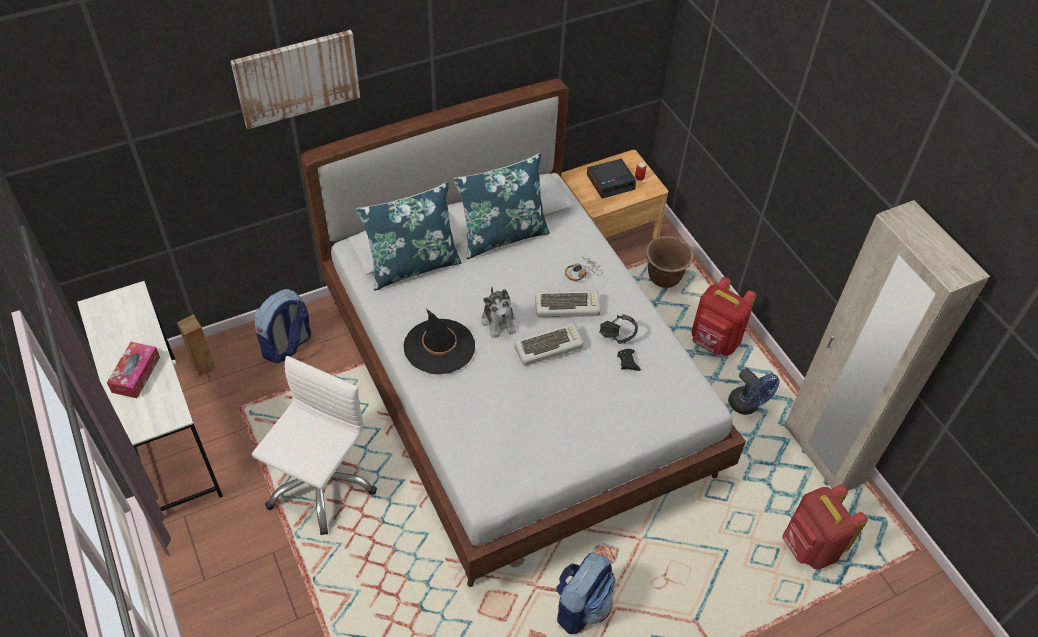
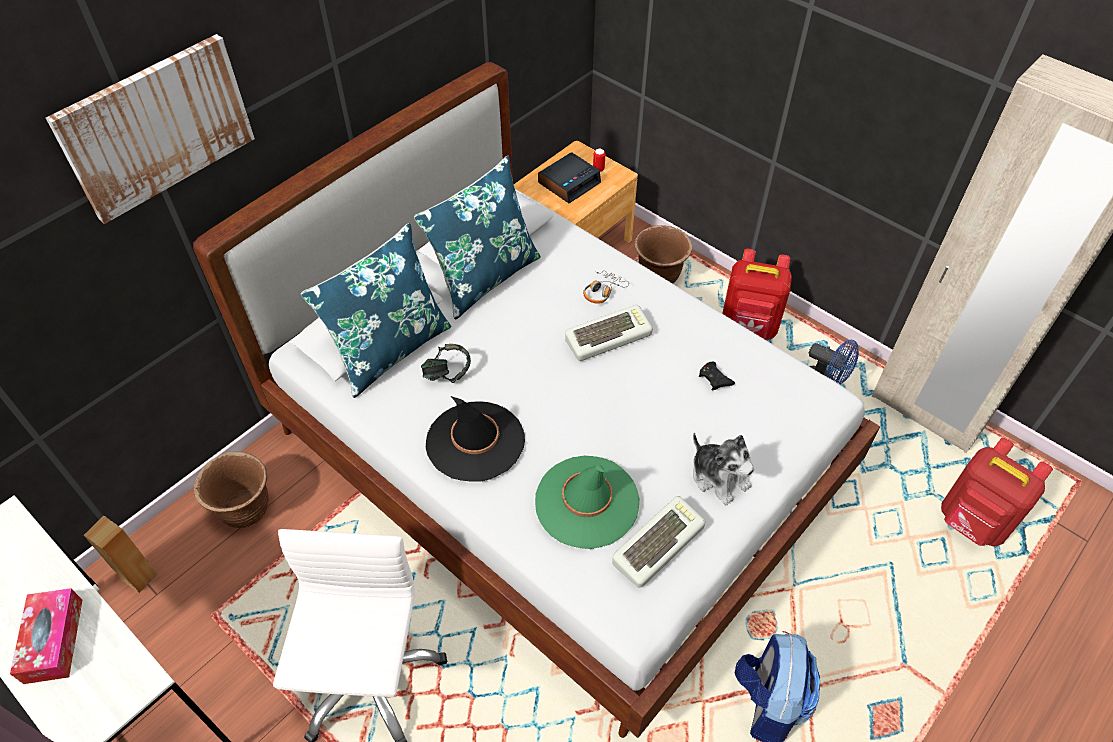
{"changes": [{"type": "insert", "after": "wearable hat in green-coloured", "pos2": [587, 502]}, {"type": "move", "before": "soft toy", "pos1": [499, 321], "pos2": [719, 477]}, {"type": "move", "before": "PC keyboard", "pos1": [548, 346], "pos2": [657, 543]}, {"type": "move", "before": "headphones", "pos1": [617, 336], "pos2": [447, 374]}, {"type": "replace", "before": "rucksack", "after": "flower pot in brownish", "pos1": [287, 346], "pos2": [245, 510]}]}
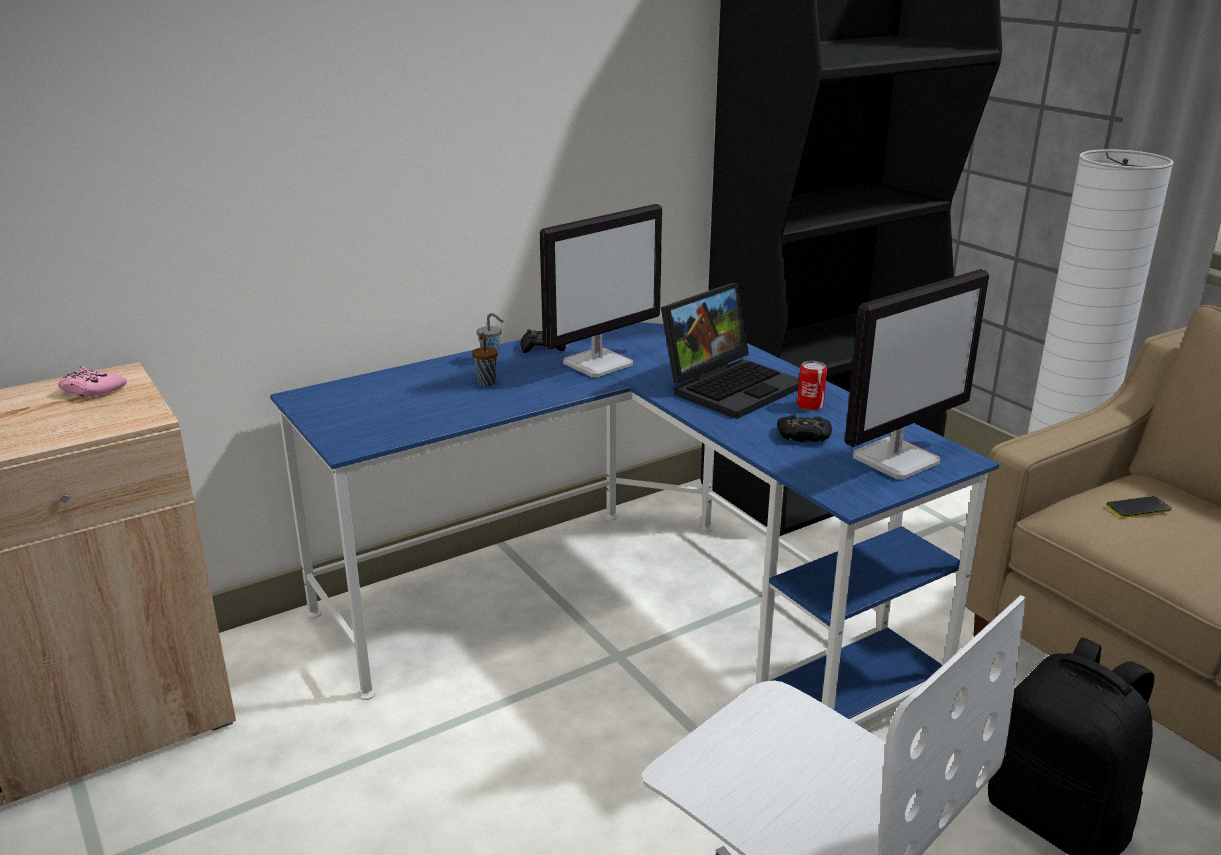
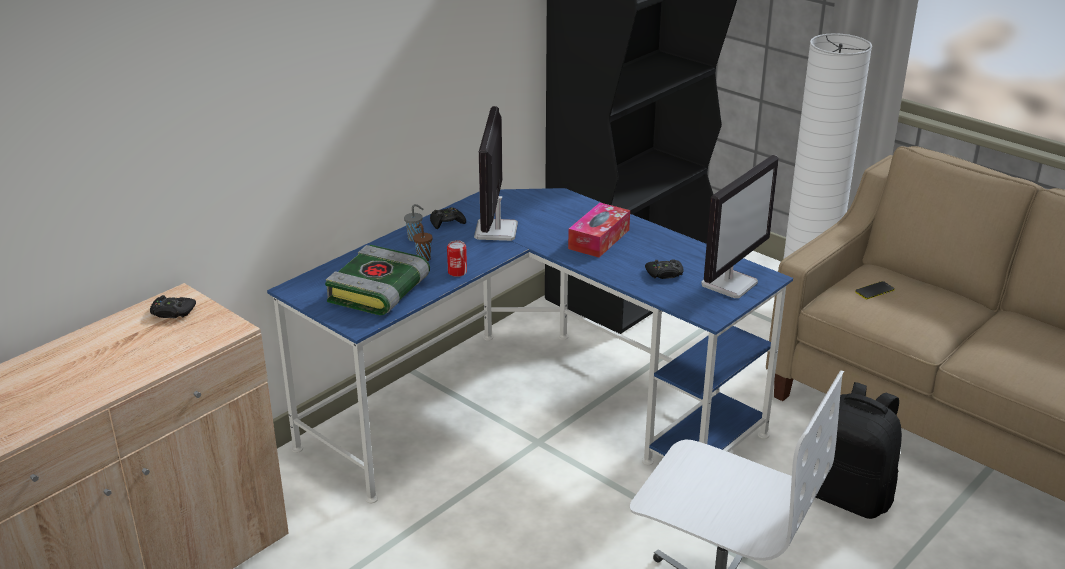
{"changes": [{"type": "insert", "after": "book", "pos2": [379, 292]}, {"type": "move", "before": "can", "pos1": [810, 405], "pos2": [457, 272]}, {"type": "replace", "before": "laptop", "after": "tissue holder", "pos1": [731, 386], "pos2": [599, 239]}, {"type": "recolor", "before": "joypad in pink-coloured", "after": "joypad in blackish", "pos1": [92, 390], "pos2": [172, 312]}, {"type": "rotate", "before": "computer display", "pos1": [599, 363], "pos2": [496, 231], "turn": 150}]}
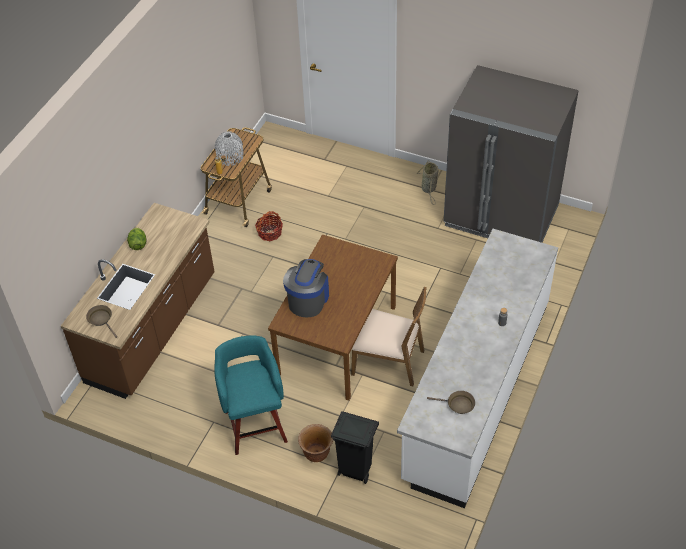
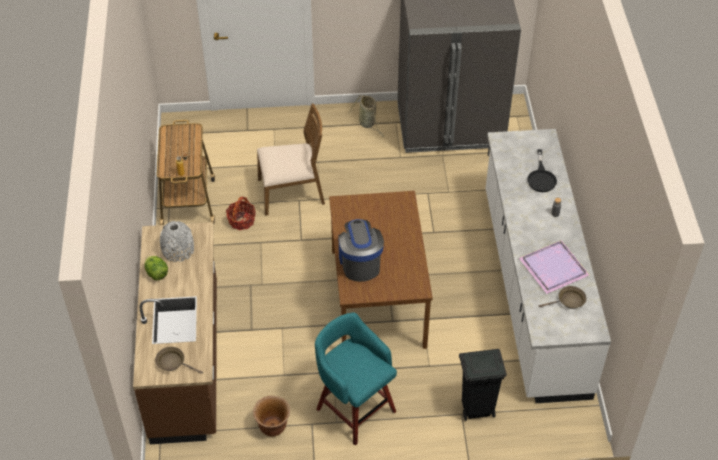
{"changes": [{"type": "insert", "after": "carrying tray in purple-coloured", "pos2": [555, 268]}, {"type": "insert", "after": "frying pan in blackish", "pos2": [541, 178]}, {"type": "move", "before": "vase in greyish", "pos1": [230, 157], "pos2": [178, 250]}, {"type": "move", "before": "flower pot in brownish", "pos1": [316, 453], "pos2": [273, 427]}, {"type": "move", "before": "upright chair in brownish", "pos1": [389, 361], "pos2": [292, 192]}]}
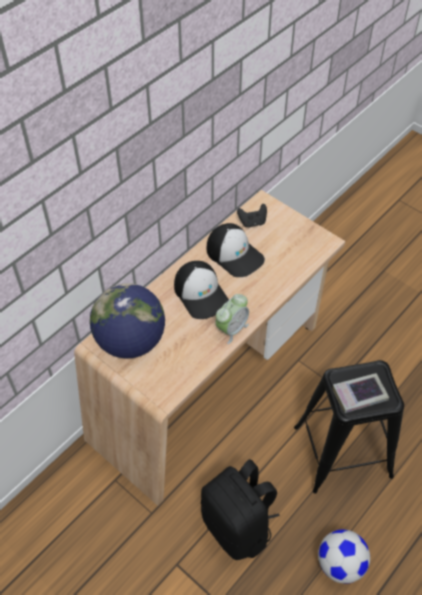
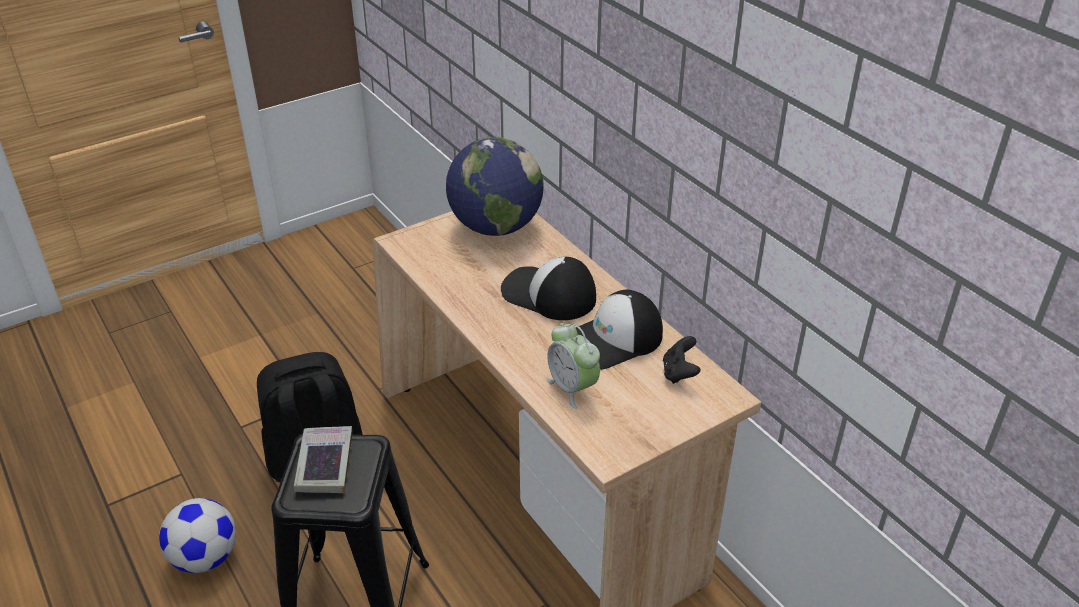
{"changes": [{"type": "move", "before": "bedside clock", "pos1": [231, 329], "pos2": [572, 388]}, {"type": "rotate", "before": "cap", "pos1": [201, 294], "pos2": [548, 294], "turn": 45}]}
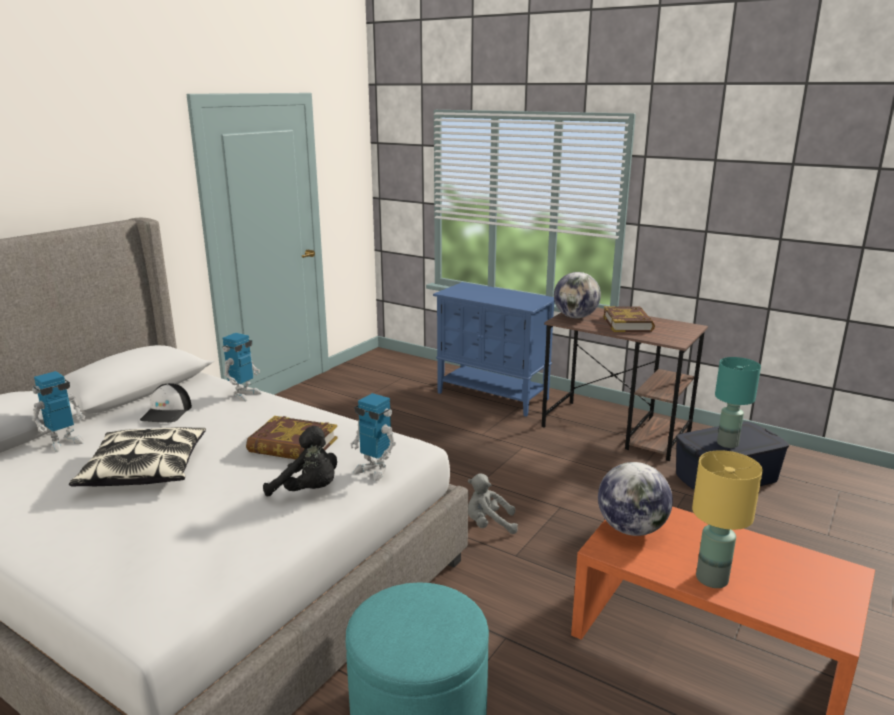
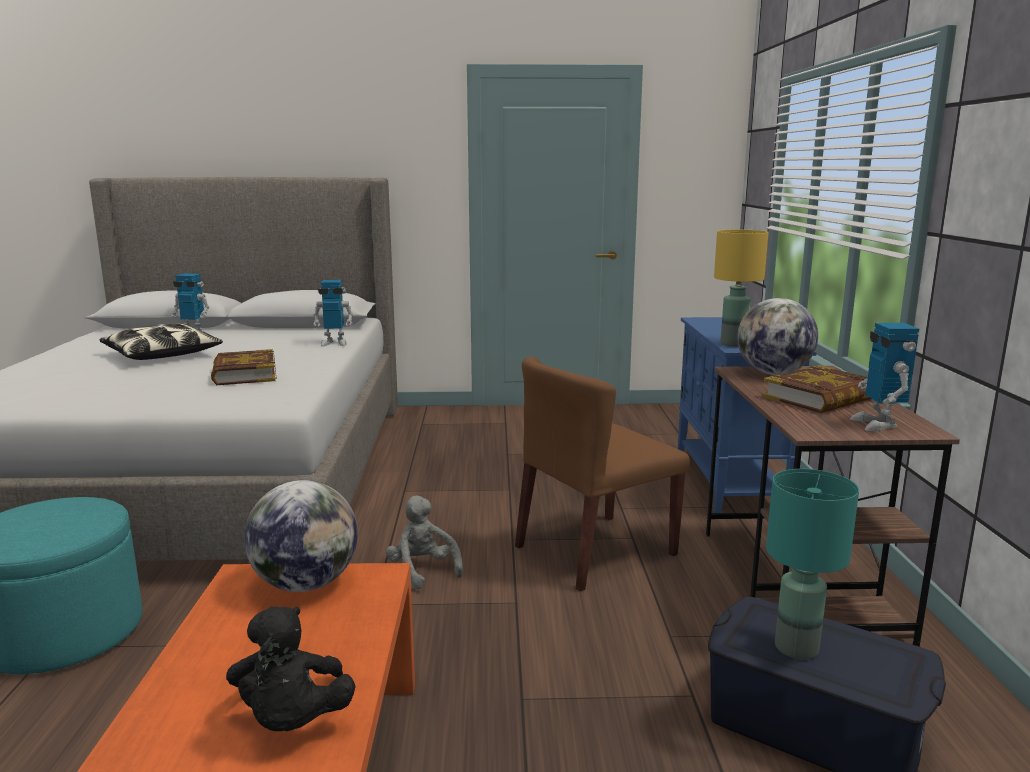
{"changes": [{"type": "delete", "before": "cap", "pos1": [167, 412]}, {"type": "insert", "after": "upright chair in brownish", "pos2": [594, 551]}, {"type": "move", "before": "soft toy in blackish", "pos1": [308, 491], "pos2": [292, 721]}, {"type": "move", "before": "toy robot", "pos1": [374, 470], "pos2": [878, 424]}, {"type": "move", "before": "tabletop lamp in yellowish", "pos1": [712, 578], "pos2": [734, 344]}]}
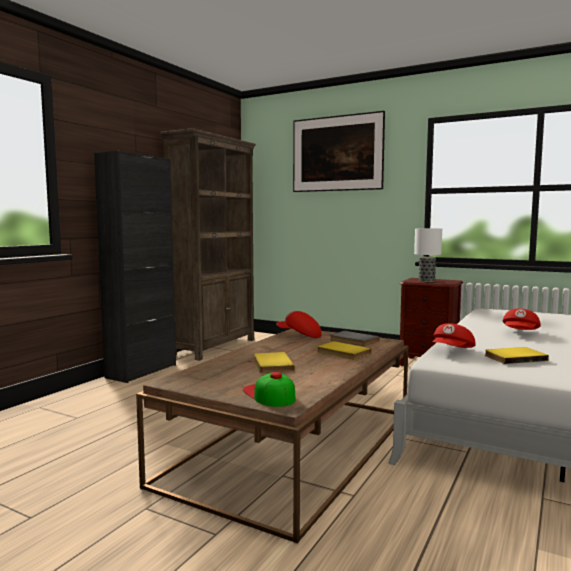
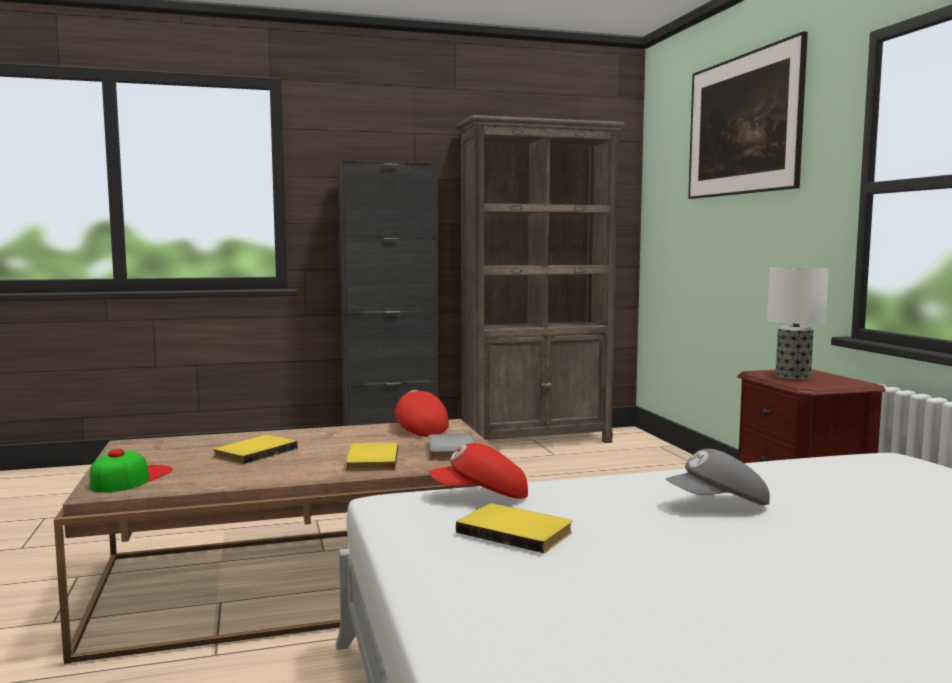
{"changes": [{"type": "recolor", "before": "cap in red-coloured", "after": "cap in greyish", "pos1": [521, 333], "pos2": [718, 505]}]}
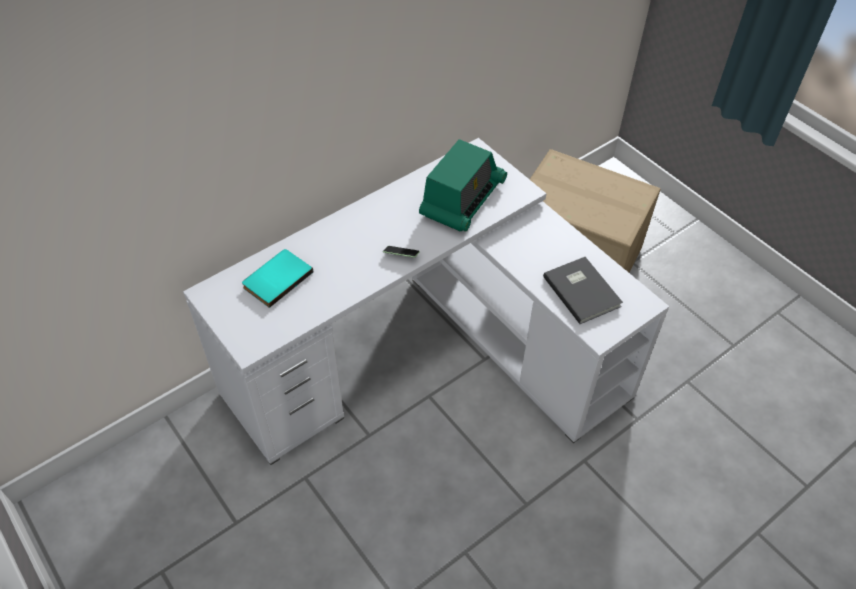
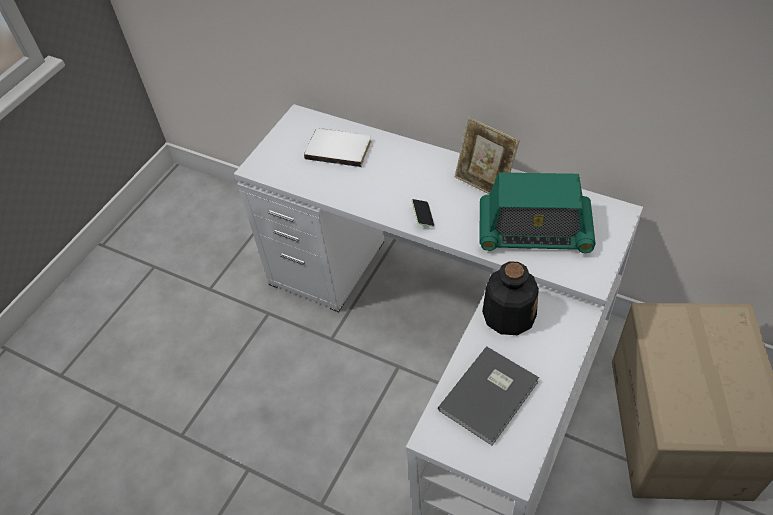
{"changes": [{"type": "insert", "after": "picture frame", "pos2": [484, 182]}, {"type": "insert", "after": "bottle", "pos2": [508, 314]}, {"type": "recolor", "before": "book in turquoise-coloured", "after": "book in white-coloured", "pos1": [276, 278], "pos2": [339, 148]}]}
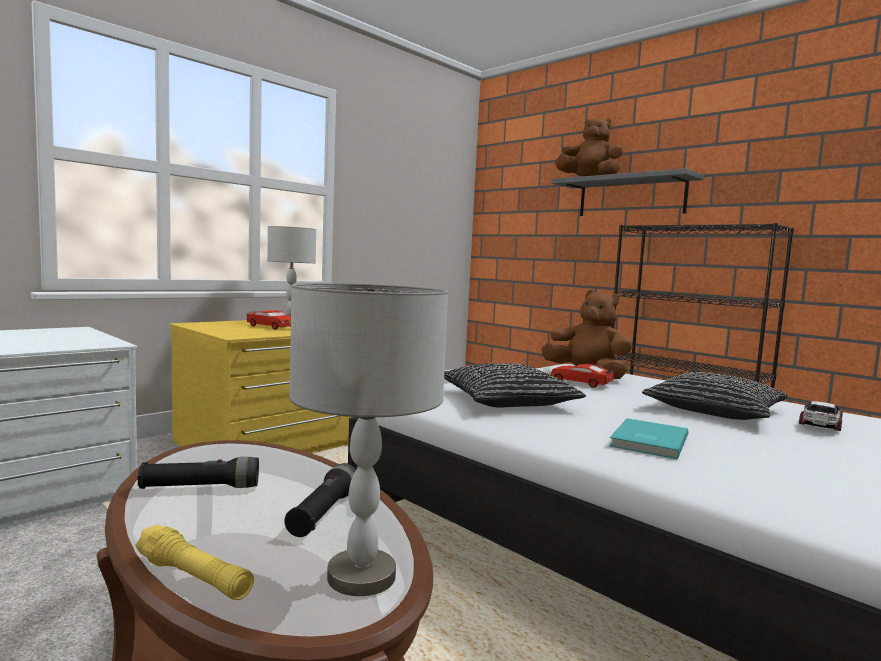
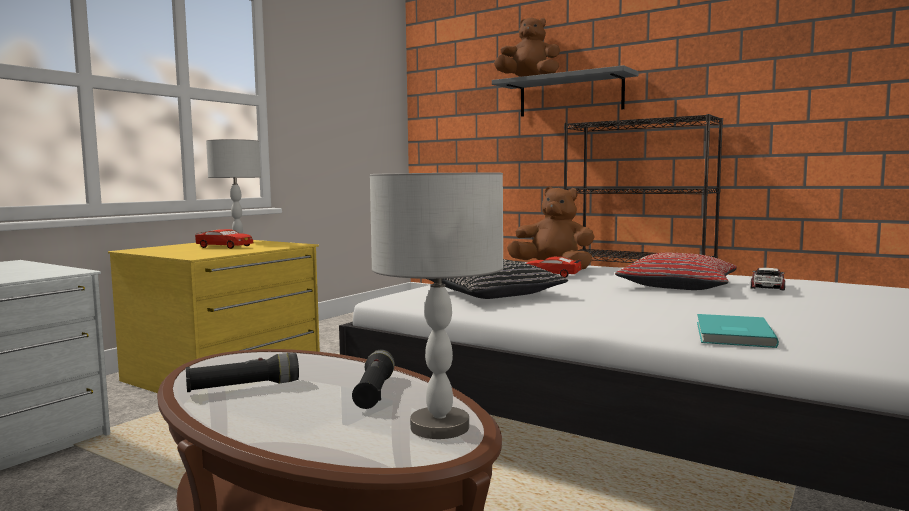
{"changes": [{"type": "delete", "before": "torch in yellowish", "pos1": [194, 577]}, {"type": "move", "before": "book in turquoise-coloured", "pos1": [646, 441], "pos2": [731, 334]}, {"type": "recolor", "before": "throw pillow in blackish", "after": "throw pillow in red-coloured", "pos1": [715, 410], "pos2": [678, 286]}]}
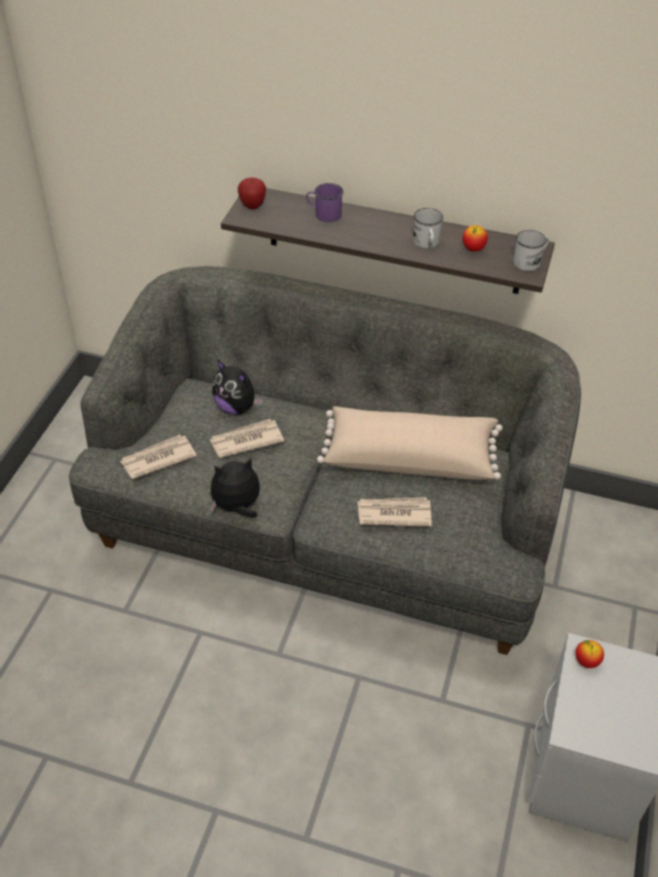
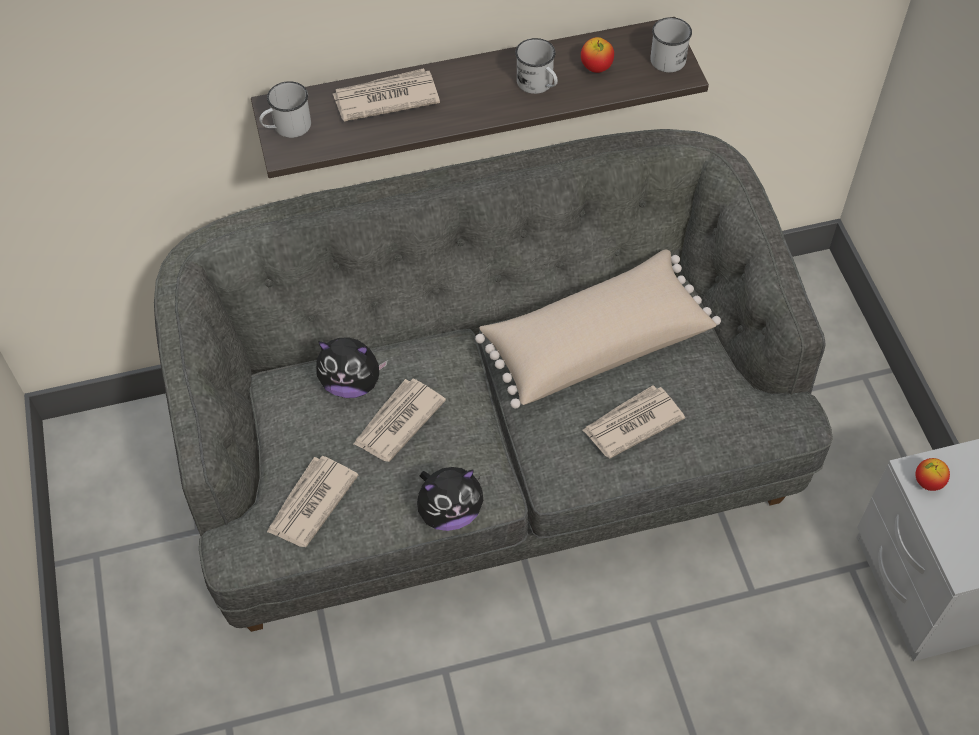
{"changes": [{"type": "replace", "before": "apple fruit", "after": "mug in white-coloured", "pos1": [252, 206], "pos2": [287, 127]}, {"type": "replace", "before": "mug in purple-coloured", "after": "daily paper", "pos1": [324, 214], "pos2": [385, 98]}, {"type": "rotate", "before": "soft toy", "pos1": [237, 507], "pos2": [450, 512], "turn": -150}]}
